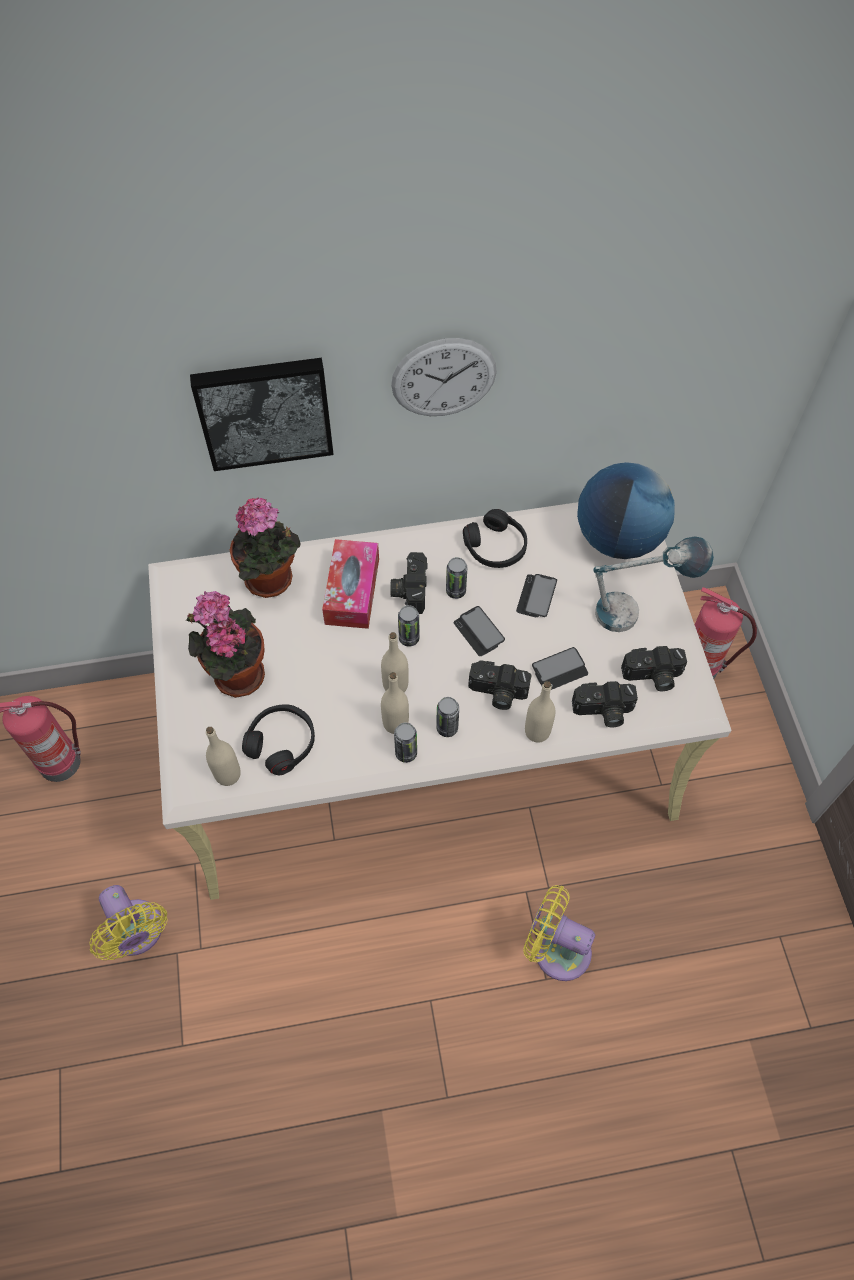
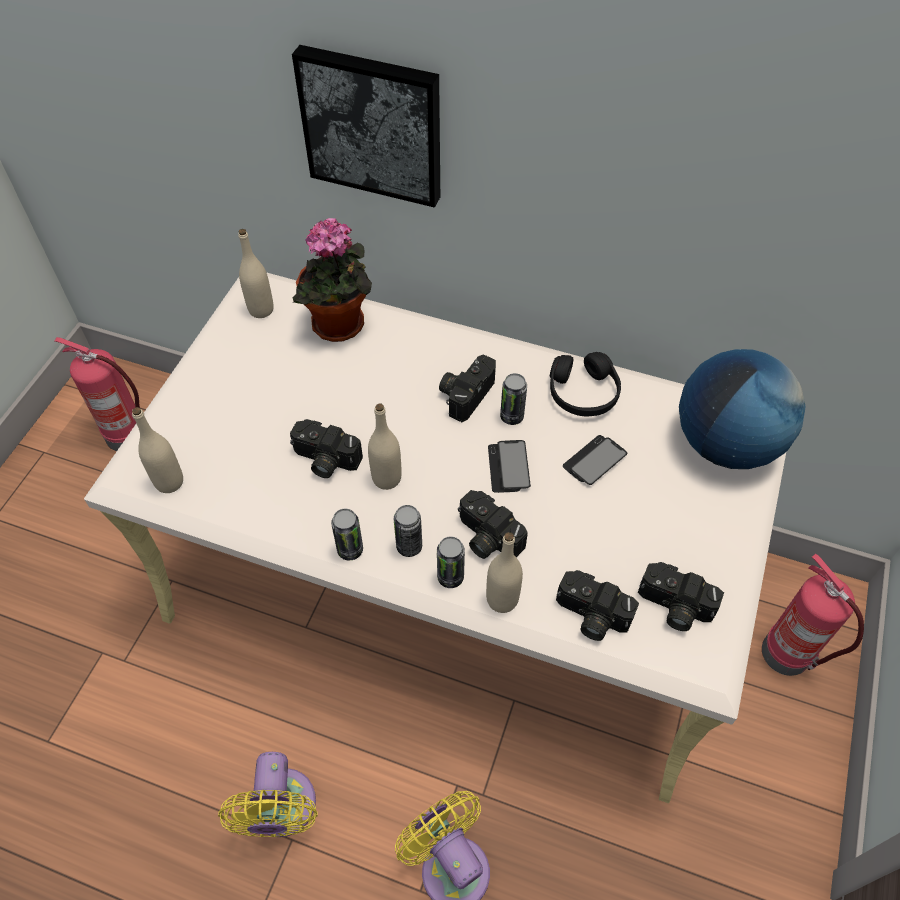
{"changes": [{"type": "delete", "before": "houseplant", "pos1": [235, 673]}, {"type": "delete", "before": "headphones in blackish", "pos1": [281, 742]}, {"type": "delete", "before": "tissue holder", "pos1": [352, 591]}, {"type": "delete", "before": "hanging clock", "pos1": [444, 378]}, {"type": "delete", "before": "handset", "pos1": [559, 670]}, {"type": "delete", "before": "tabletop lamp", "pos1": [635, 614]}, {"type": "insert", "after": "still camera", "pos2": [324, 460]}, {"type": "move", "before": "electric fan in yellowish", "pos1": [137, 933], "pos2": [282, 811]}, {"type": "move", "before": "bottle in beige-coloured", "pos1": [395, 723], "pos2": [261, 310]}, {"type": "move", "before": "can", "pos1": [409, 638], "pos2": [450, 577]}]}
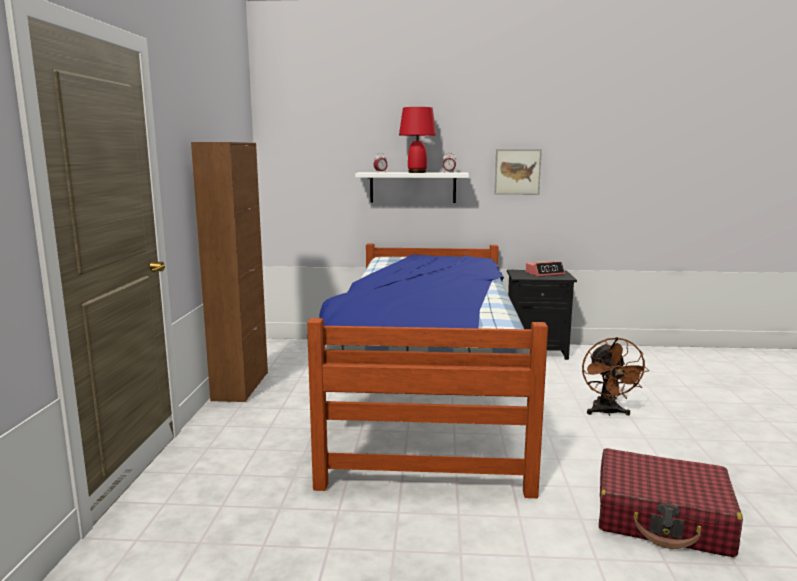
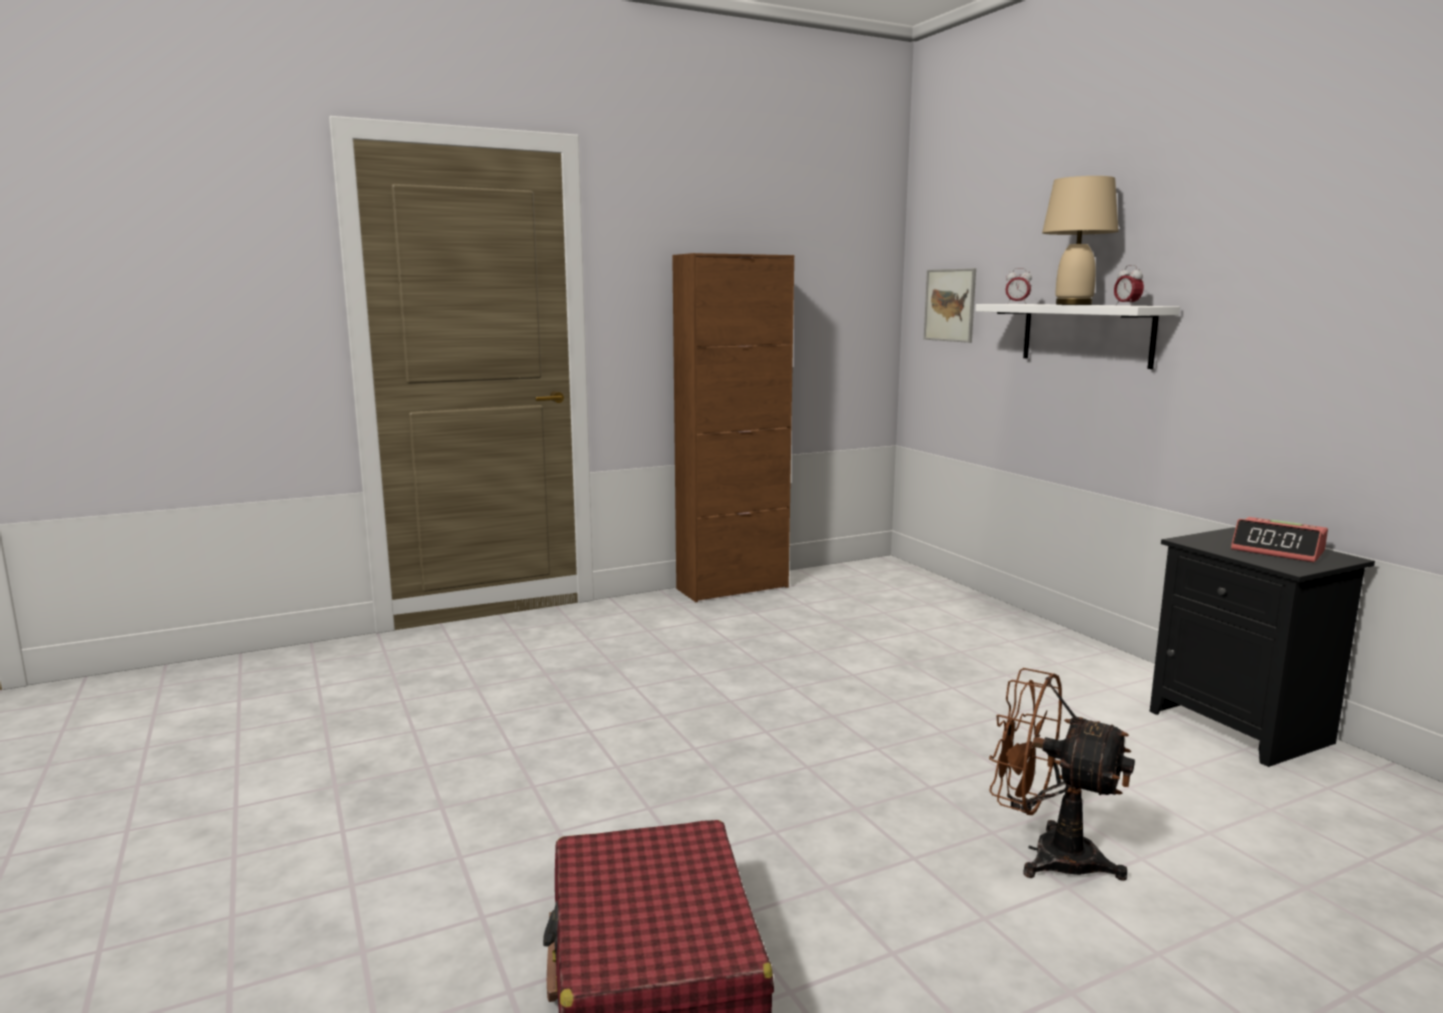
{"changes": [{"type": "delete", "before": "sleeping bed", "pos1": [426, 397]}, {"type": "move", "before": "picture", "pos1": [517, 172], "pos2": [950, 305]}, {"type": "recolor", "before": "tabletop lamp in red-coloured", "after": "tabletop lamp in beige-coloured", "pos1": [417, 172], "pos2": [1074, 304]}, {"type": "rotate", "before": "electric fan in brownish", "pos1": [607, 413], "pos2": [1047, 854], "turn": 60}]}
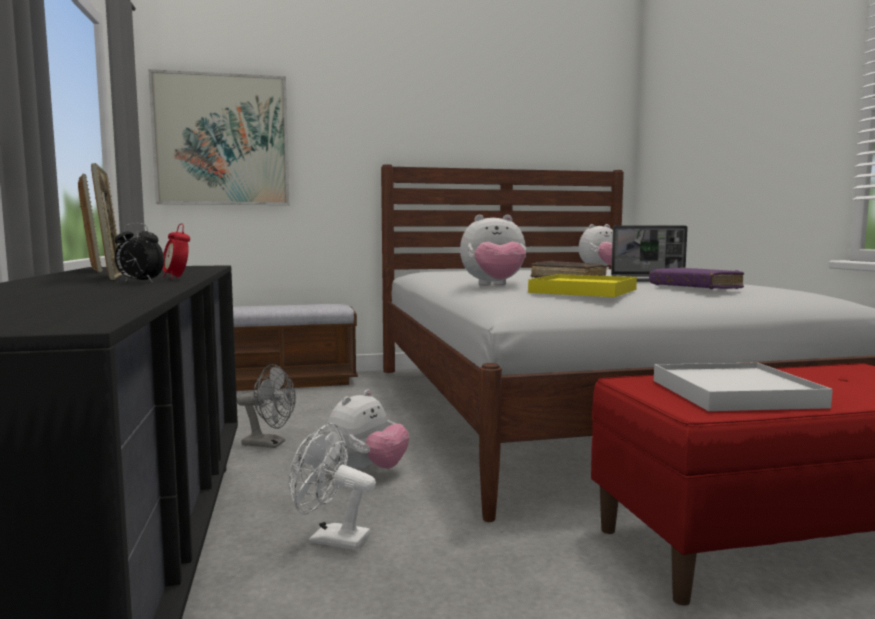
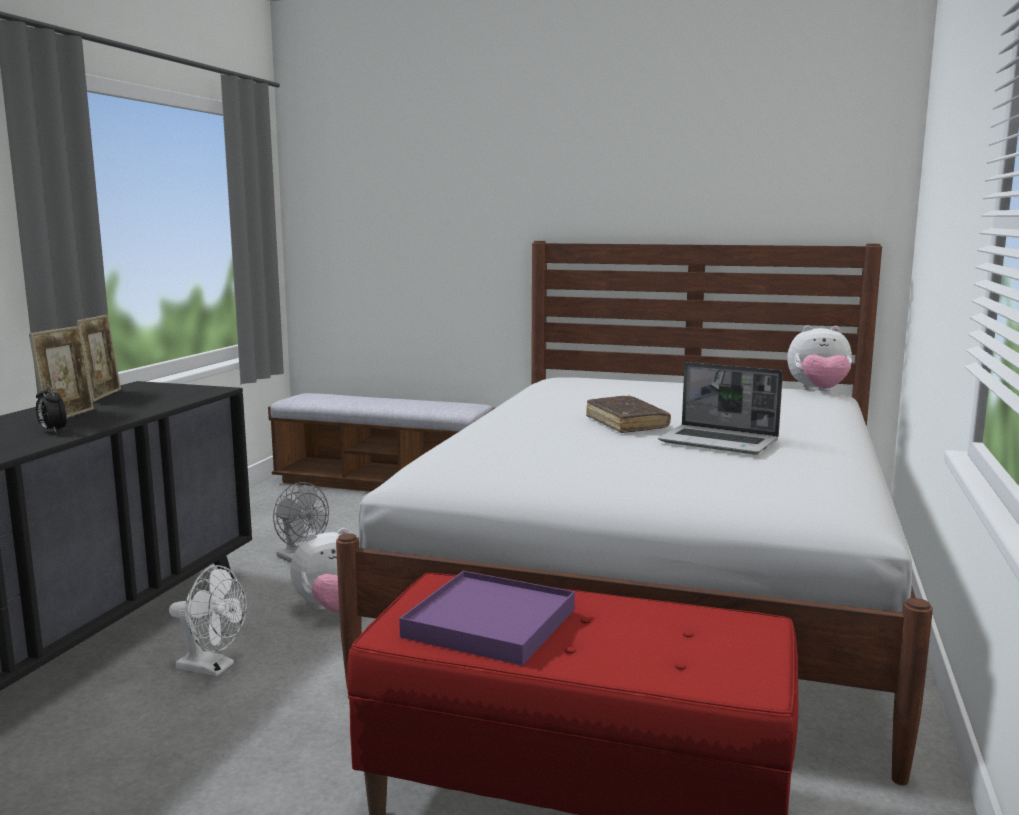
{"changes": [{"type": "delete", "before": "picture", "pos1": [222, 140]}, {"type": "delete", "before": "bedside clock", "pos1": [177, 278]}, {"type": "delete", "before": "soft toy", "pos1": [494, 286]}, {"type": "delete", "before": "carrying tray in yellowish", "pos1": [583, 291]}, {"type": "delete", "before": "book in purple-coloured", "pos1": [694, 287]}, {"type": "recolor", "before": "carrying tray in white-coloured", "after": "carrying tray in purple-coloured", "pos1": [735, 393], "pos2": [490, 623]}, {"type": "rotate", "before": "electric fan in white-coloured", "pos1": [330, 539], "pos2": [213, 667], "turn": 150}]}
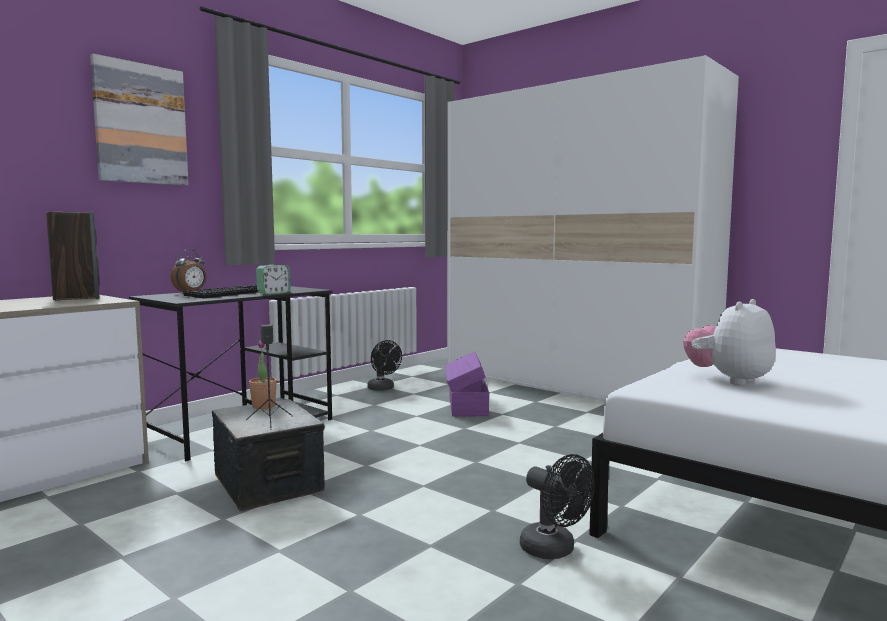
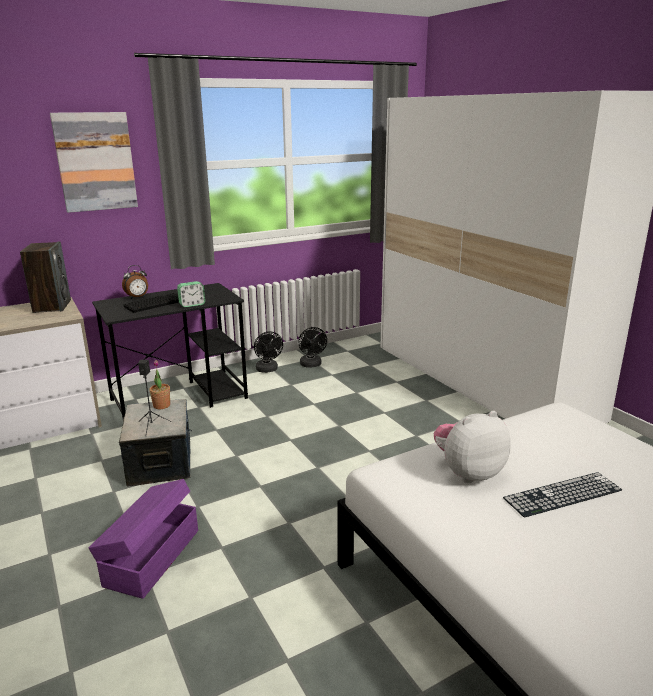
{"changes": [{"type": "insert", "after": "PC keyboard", "pos2": [563, 494]}, {"type": "move", "before": "storage container in purple-coloured", "pos1": [466, 406], "pos2": [150, 557]}, {"type": "move", "before": "electric fan in blackish", "pos1": [554, 550], "pos2": [268, 370]}]}
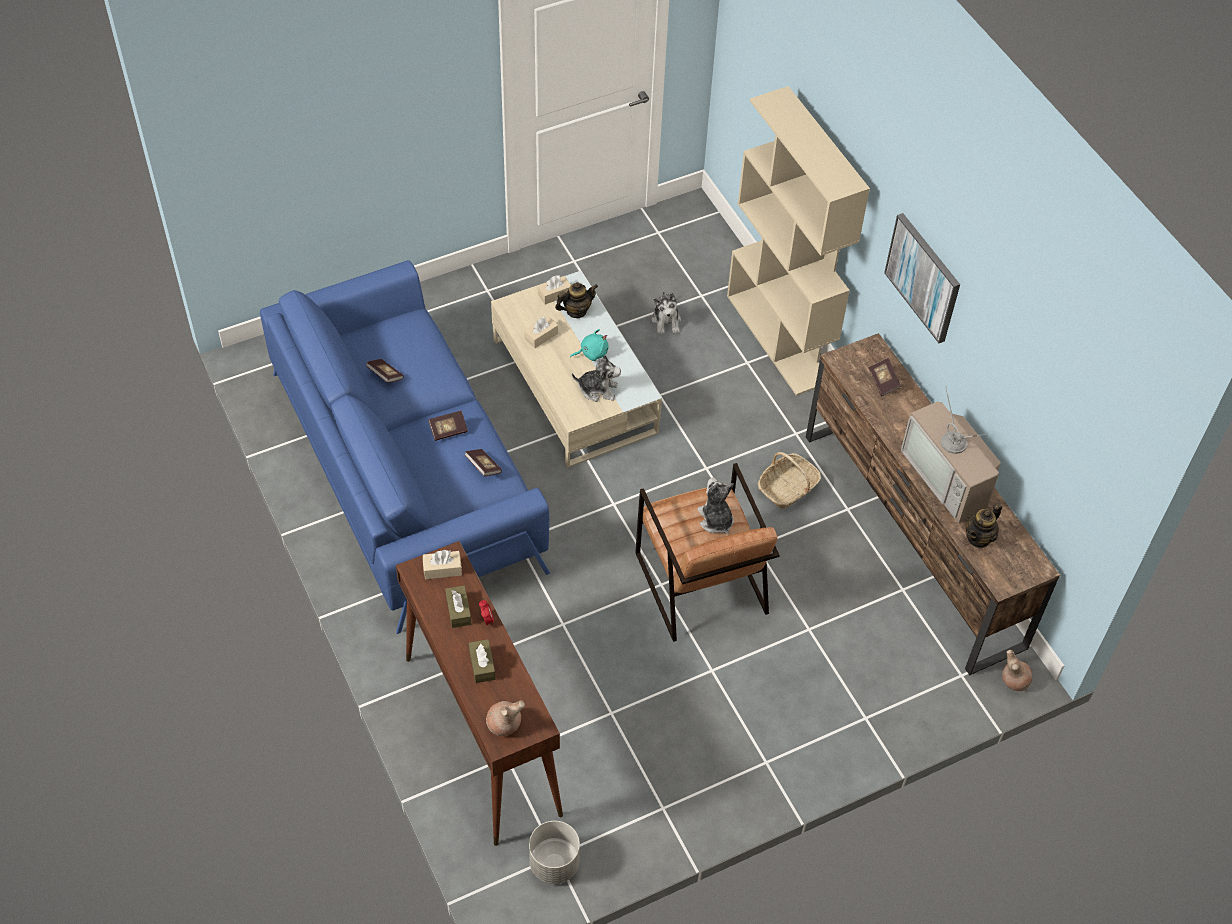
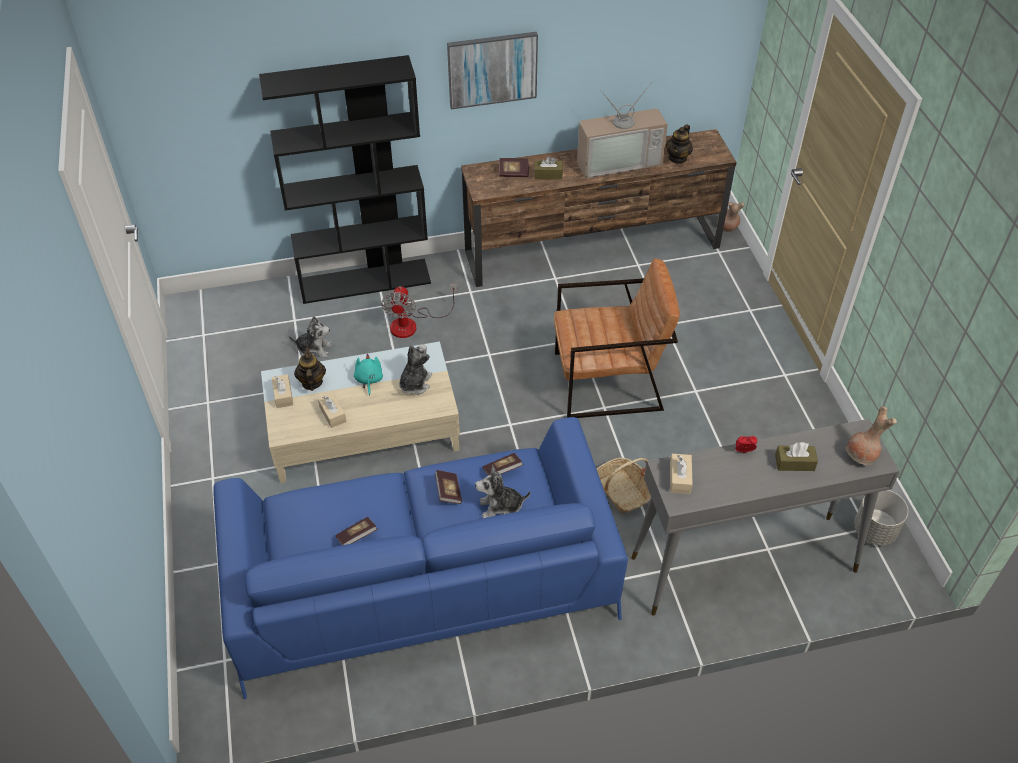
{"changes": [{"type": "insert", "after": "electric fan", "pos2": [412, 324]}, {"type": "move", "before": "tissue holder in brownish", "pos1": [458, 611], "pos2": [548, 174]}, {"type": "move", "before": "soft toy", "pos1": [715, 520], "pos2": [501, 508]}, {"type": "move", "before": "basket", "pos1": [788, 488], "pos2": [623, 491]}, {"type": "recolor", "before": "hall table in brownish", "after": "hall table in greyish", "pos1": [481, 734], "pos2": [742, 564]}, {"type": "recolor", "before": "shelving unit in beige-coloured", "after": "shelving unit in blackish", "pos1": [779, 338], "pos2": [365, 281]}, {"type": "rotate", "before": "teapot", "pos1": [979, 538], "pos2": [678, 158], "turn": 60}]}
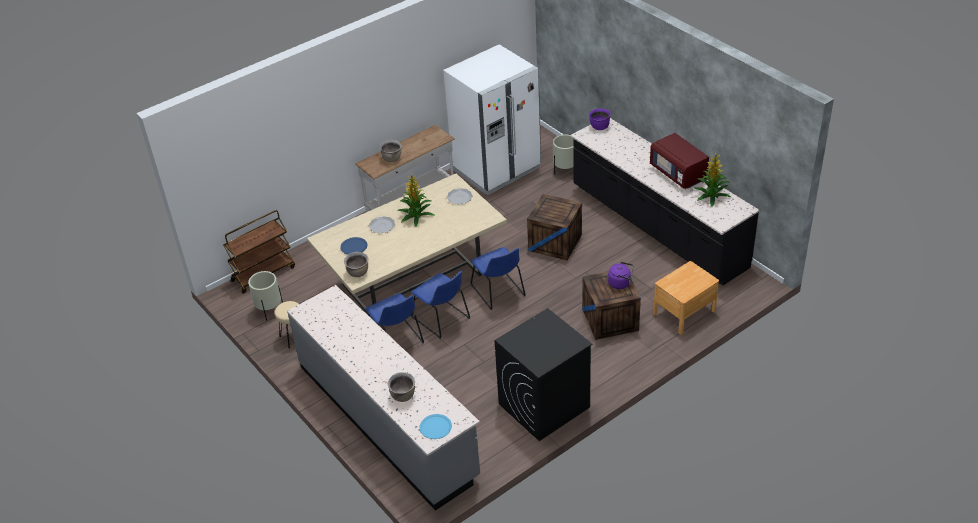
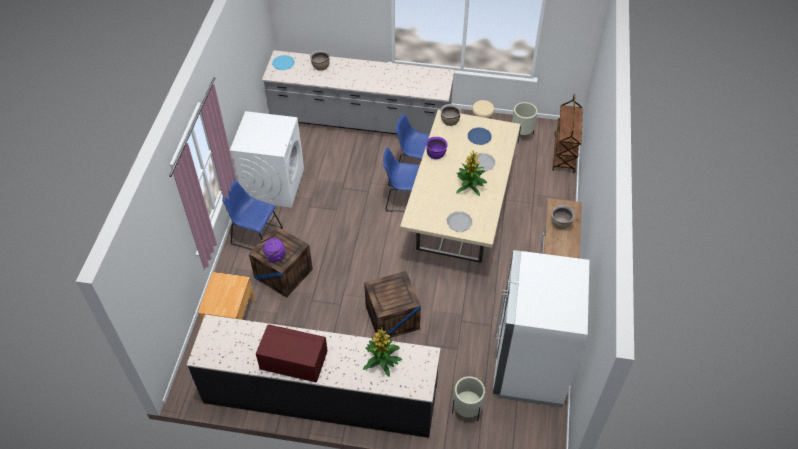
{"changes": [{"type": "move", "before": "upright chair in blue", "pos1": [499, 292], "pos2": [255, 235]}, {"type": "move", "before": "saucepot in purple-coloured", "pos1": [599, 127], "pos2": [436, 154]}, {"type": "move", "before": "houseplant", "pos1": [711, 196], "pos2": [382, 361]}, {"type": "recolor", "before": "laundry appliance in blackish", "after": "laundry appliance in white-coloured", "pos1": [544, 406], "pos2": [273, 184]}]}
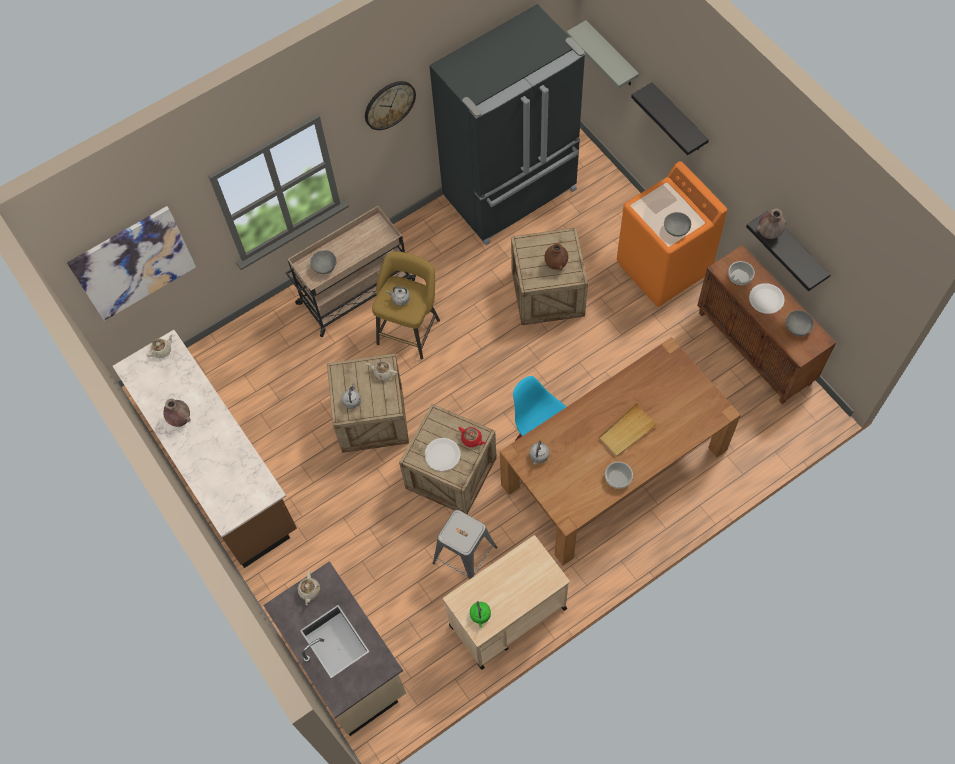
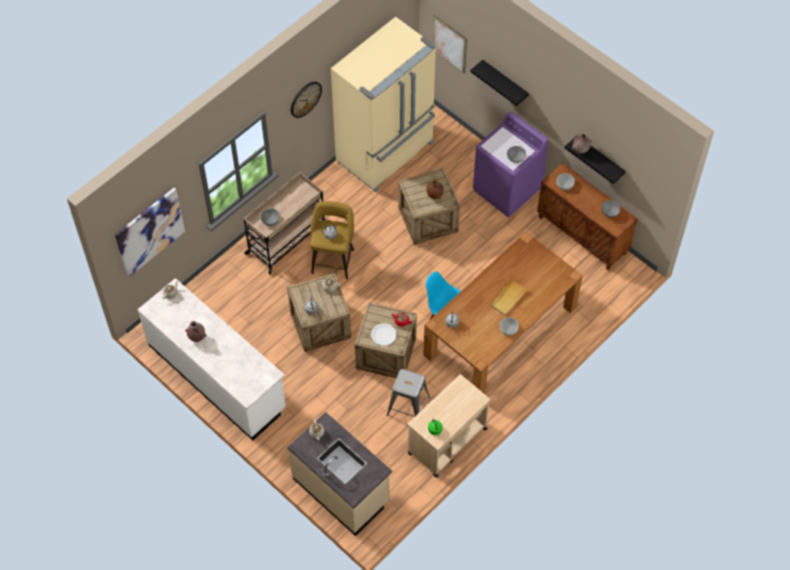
{"changes": [{"type": "delete", "before": "dinner plate in white-coloured", "pos1": [766, 299]}, {"type": "replace", "before": "shelf in greyish", "after": "picture", "pos1": [611, 55], "pos2": [449, 44]}, {"type": "recolor", "before": "kitchen base unit in brownish", "after": "kitchen base unit in white-coloured", "pos1": [220, 468], "pos2": [217, 376]}, {"type": "recolor", "before": "fridge in blackish", "after": "fridge in beige-coloured", "pos1": [512, 194], "pos2": [386, 153]}, {"type": "recolor", "before": "laundry appliance in orange-coloured", "after": "laundry appliance in purple-coloured", "pos1": [663, 268], "pos2": [507, 189]}]}
